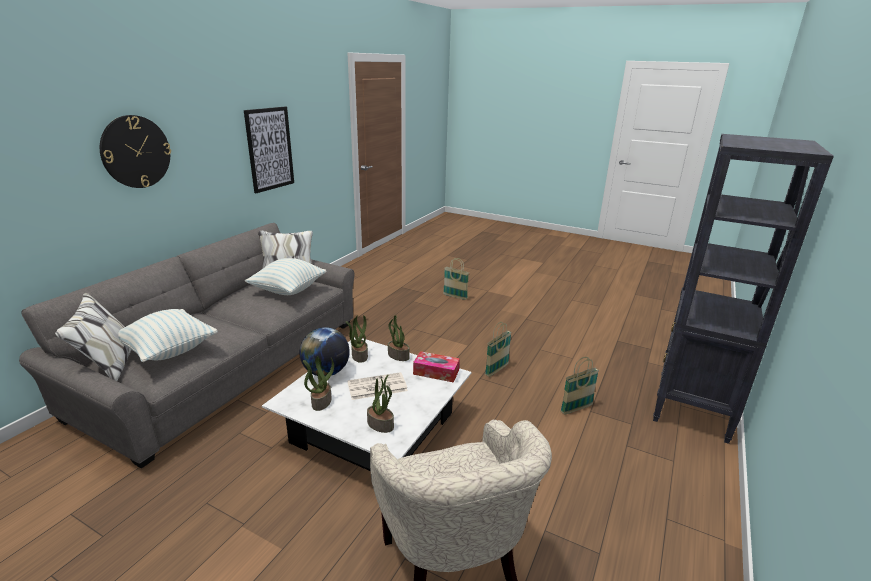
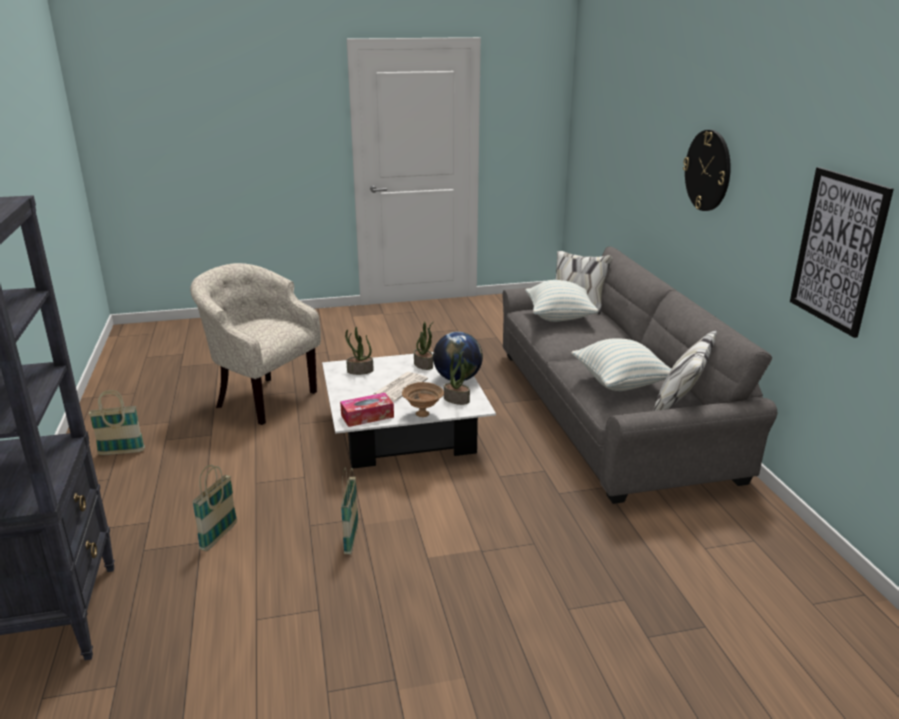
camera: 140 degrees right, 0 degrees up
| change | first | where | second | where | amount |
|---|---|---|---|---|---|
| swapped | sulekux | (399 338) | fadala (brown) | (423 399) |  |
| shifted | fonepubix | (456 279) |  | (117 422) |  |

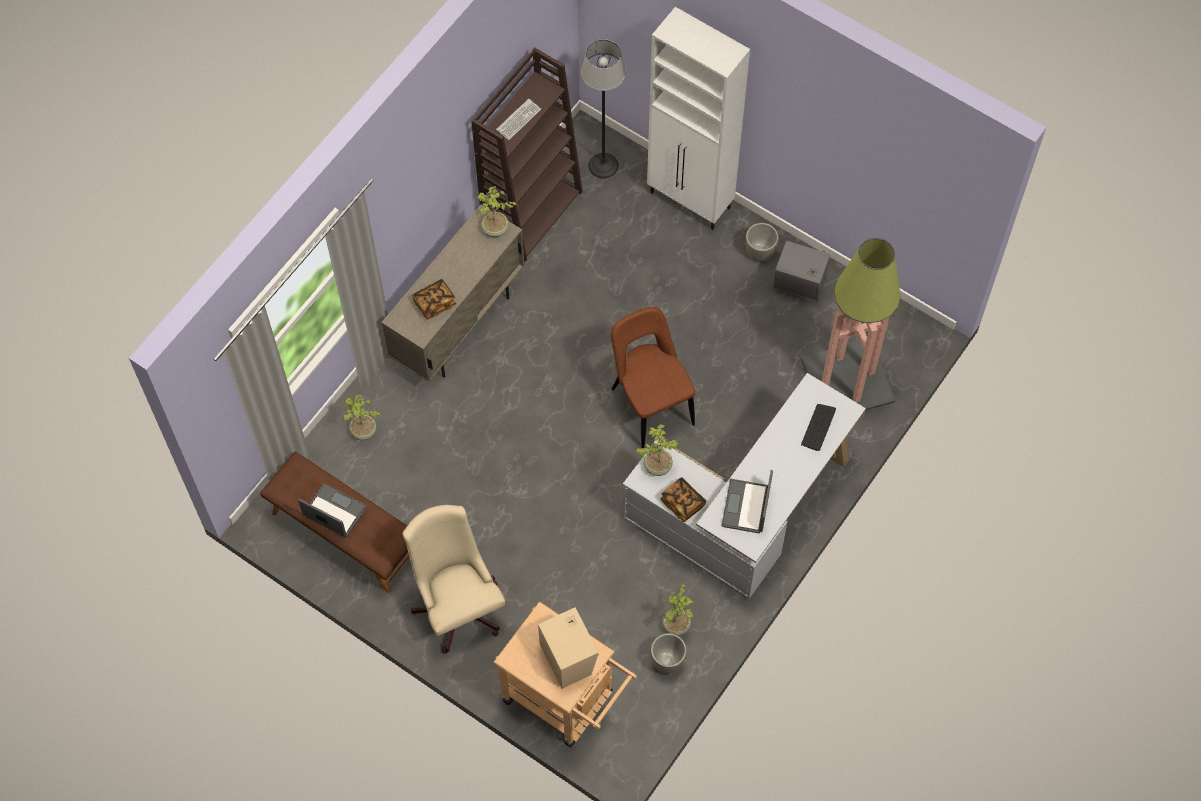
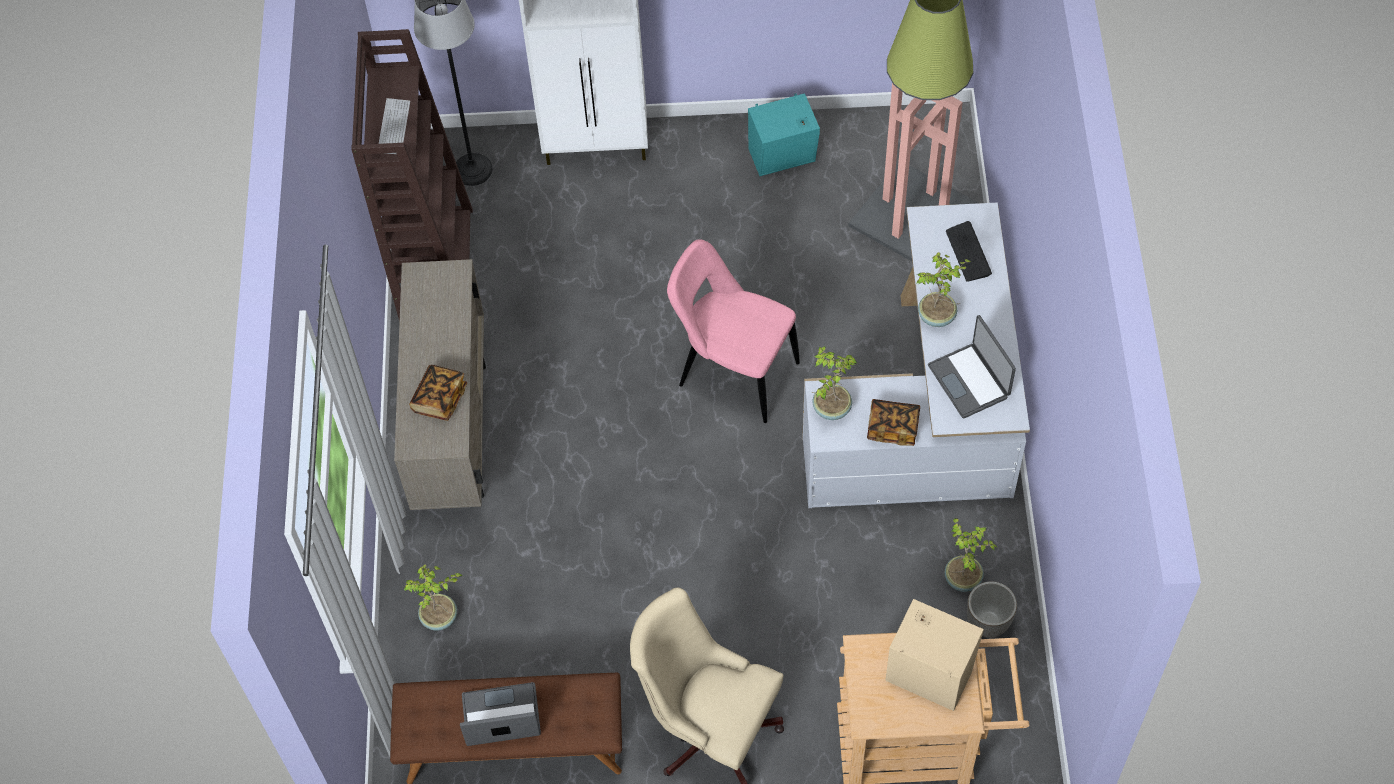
camera: 35 degrees left, 5 degrees down
| change | first | where | second | where | amount |
|---|---|---|---|---|---|
| shifted | sulekux | (496 211) |  | (944 289) |  |
| repainted | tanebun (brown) | (653 377) | tanebun (pink) | (733 331) |  |
| gone | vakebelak | (762 242) |  |  |  |
| repainted | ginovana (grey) | (802 271) | ginovana (turquoise) | (784 134) |  |

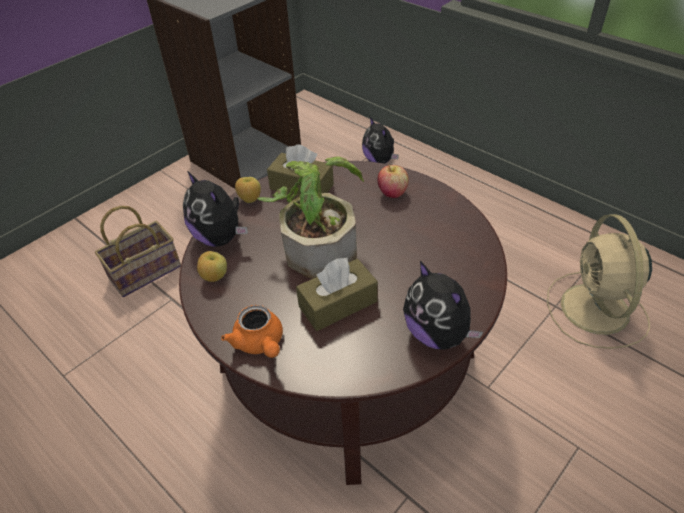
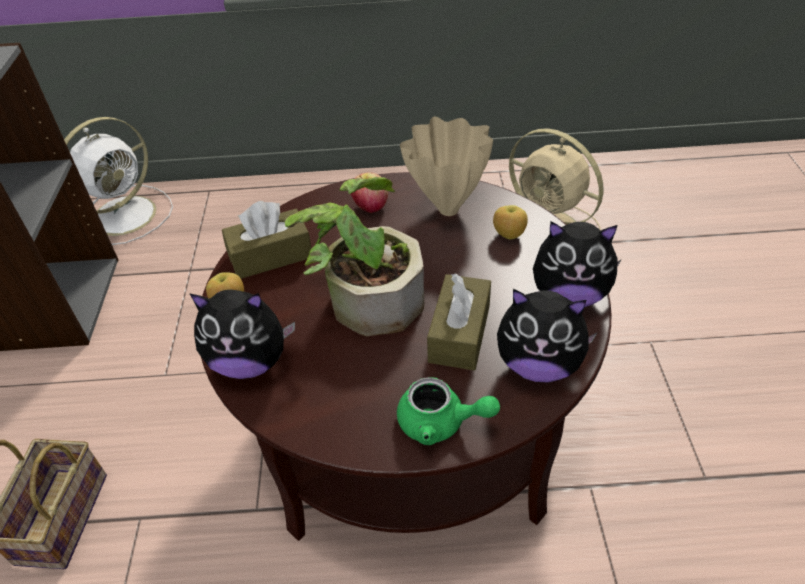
camera: 45 degrees left, 0 degrees up
| change | first | where | second | where | amount |
|---|---|---|---|---|---|
| shifted | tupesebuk | (212 266) |  | (510 222) |  |
| repainted | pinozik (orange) | (252 331) | pinozik (green) | (448 411) |  |
| shifted | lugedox | (380 140) |  | (547 336) |  |
| new |  |  | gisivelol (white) | (118 181) |  |
| new |  |  | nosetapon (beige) | (446 166) |  |

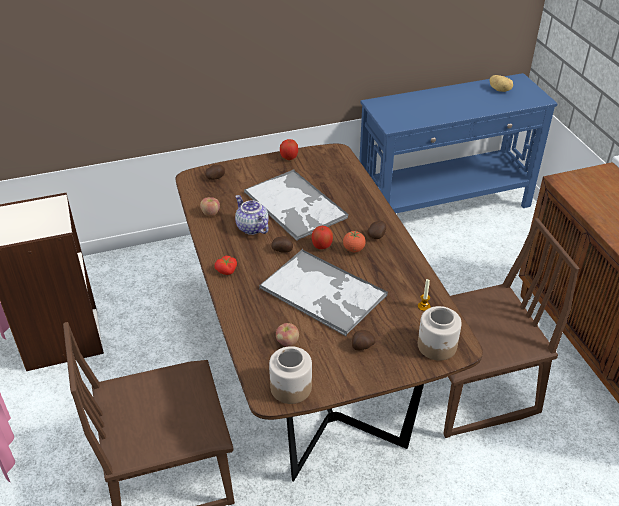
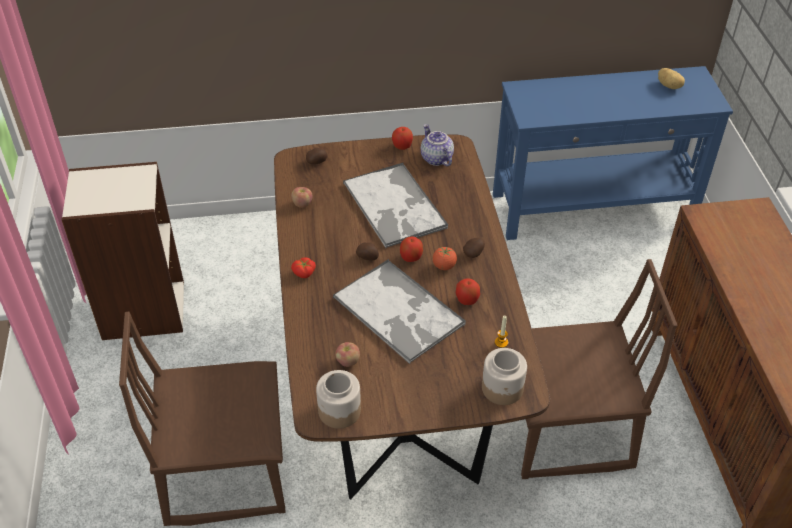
camera: 10 degrees right, 5 degrees up
| change | first | where | second | where | amount |
|---|---|---|---|---|---|
| shifted | pinozik | (252 215) |  | (437 145) |  |
| gone | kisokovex | (363 340) |  |  |  |
| new |  |  | tupesebuk | (468 291) |  |

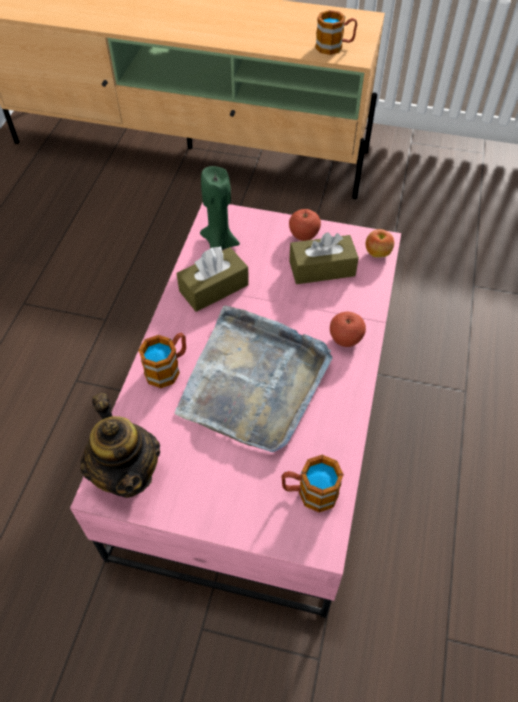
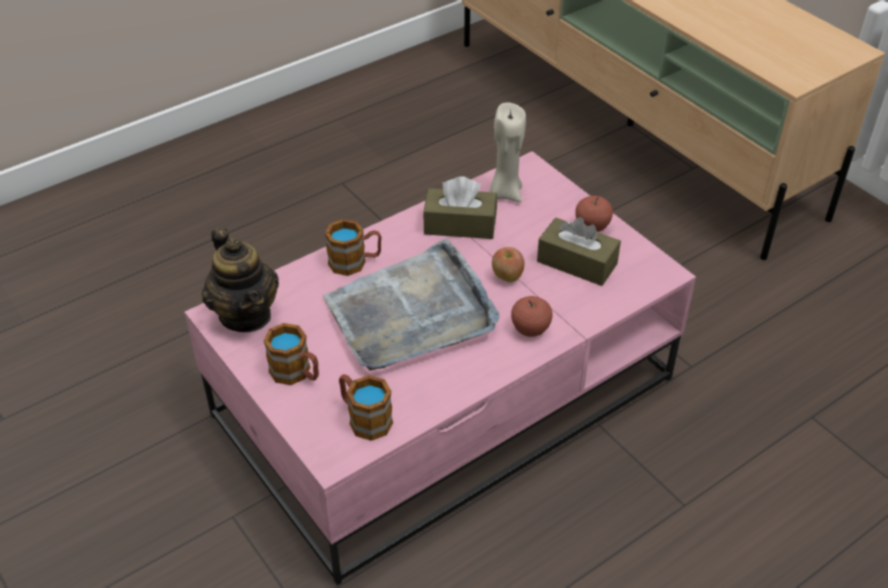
camera: 40 degrees right, 10 degrees down
| change | first | where | second | where | amount |
|---|---|---|---|---|---|
| rotated | pinozik | (120 445) |  | (240 279) | 45 degrees counterclockwise |
| repainted | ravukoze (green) | (220 208) | ravukoze (beige) | (507 152) |  |
| shifted | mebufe | (336 32) |  | (291 354) |  |
| shifted | tupesebuk | (380 243) |  | (508 265) |  |

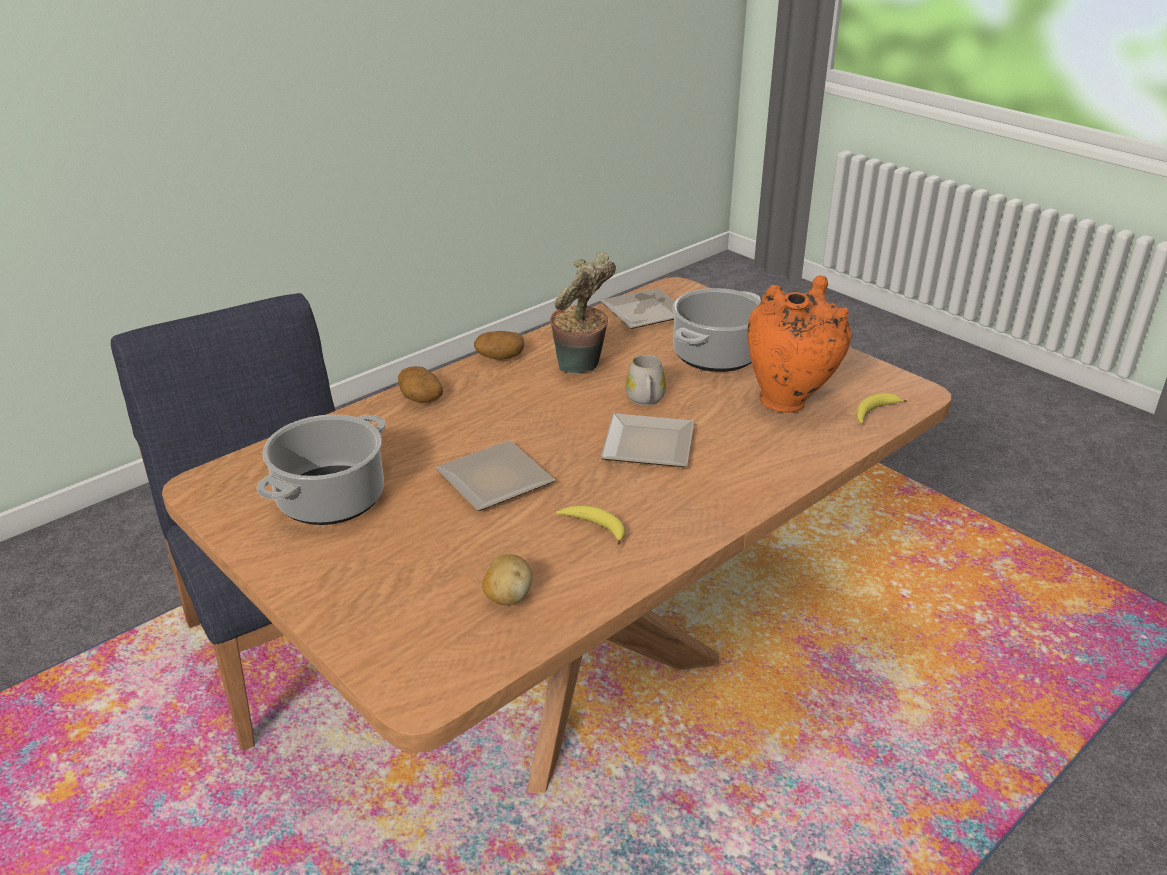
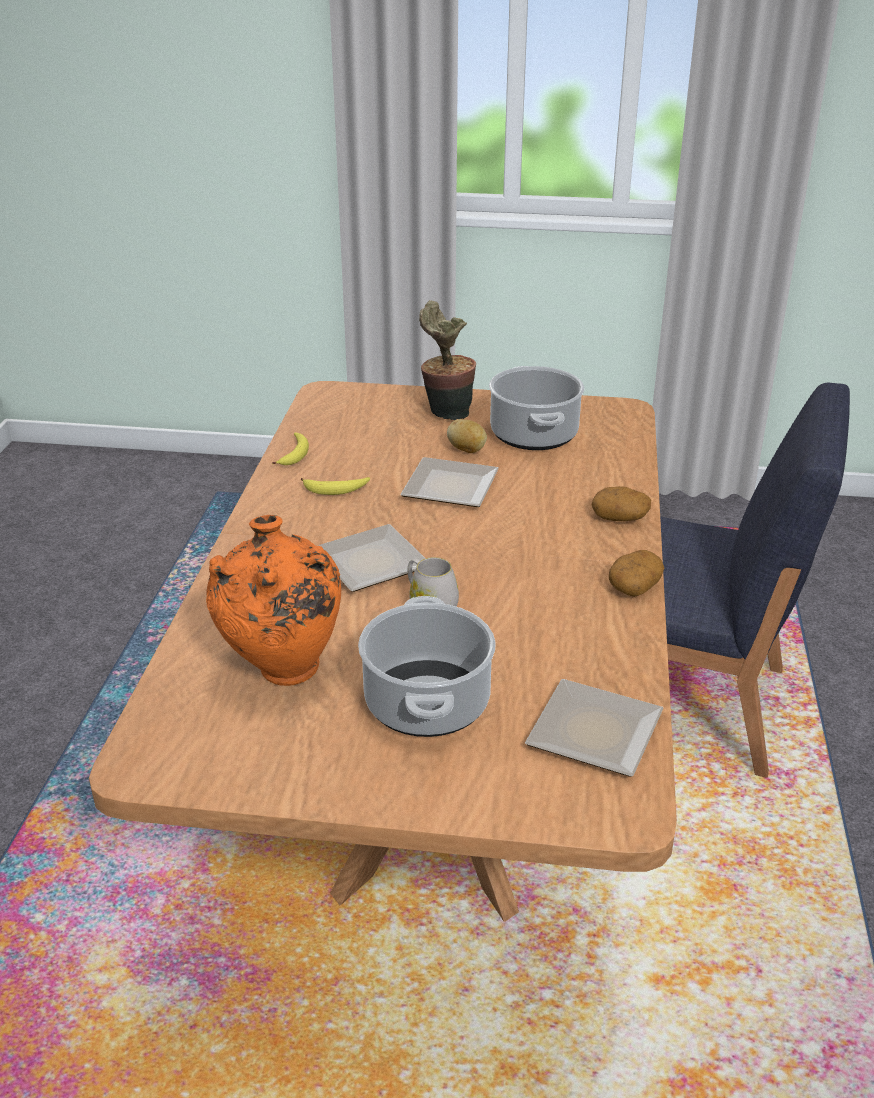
camera: 140 degrees right, 0 degrees up
| change | first | where | second | where | amount |
|---|---|---|---|---|---|
| shifted | kisokovex | (507 579) |  | (467 436) |  |
| shifted | sulekux | (583 312) |  | (447 360) |  |
| shifted | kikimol | (881 408) |  | (290 448) |  |

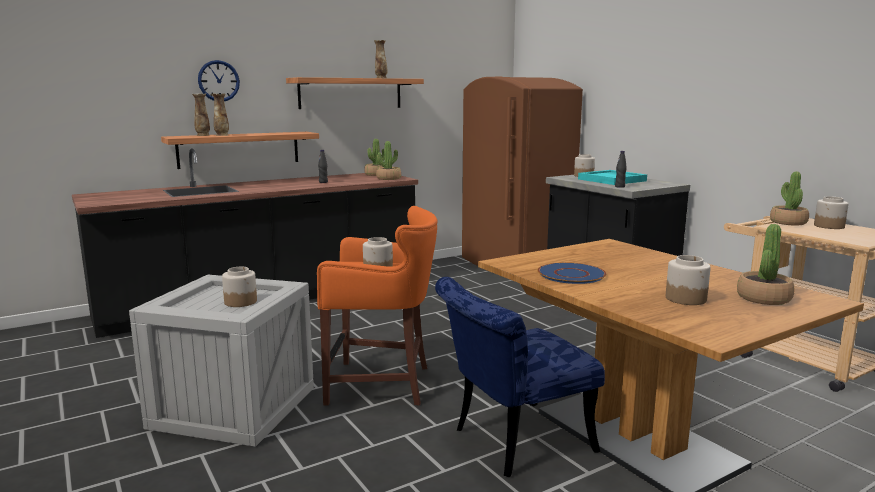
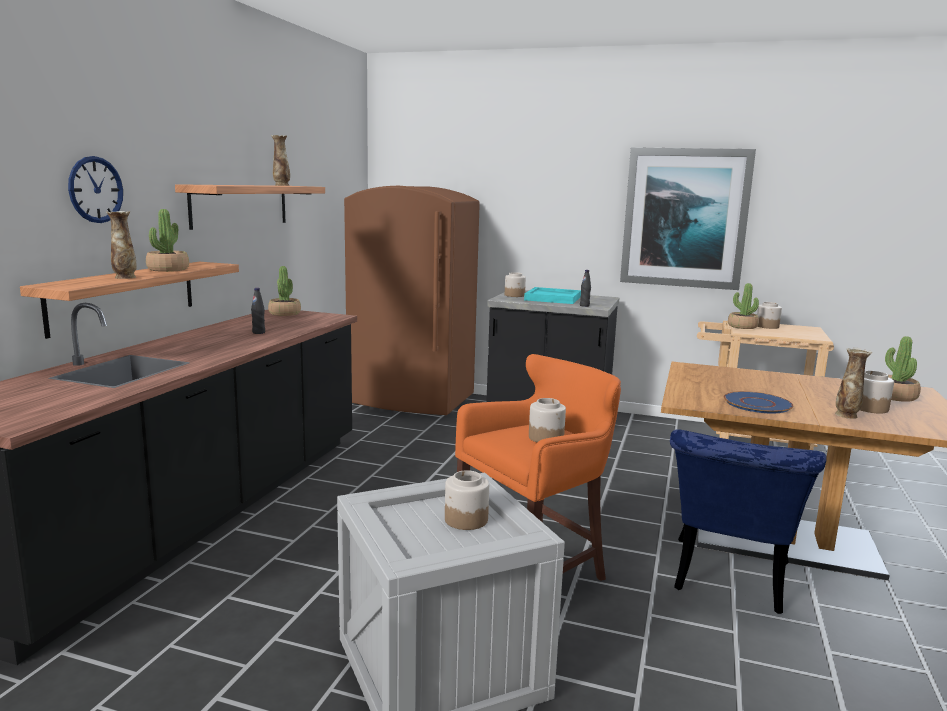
camera: 40 degrees left, 0 degrees up
| change | first | where | second | where | amount |
|---|---|---|---|---|---|
| shifted | nosetapon | (201 114) |  | (853 383) |  |
| shifted | sulekux | (388 160) |  | (167 240) |  |
| new |  |  | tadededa | (688 218) |  |

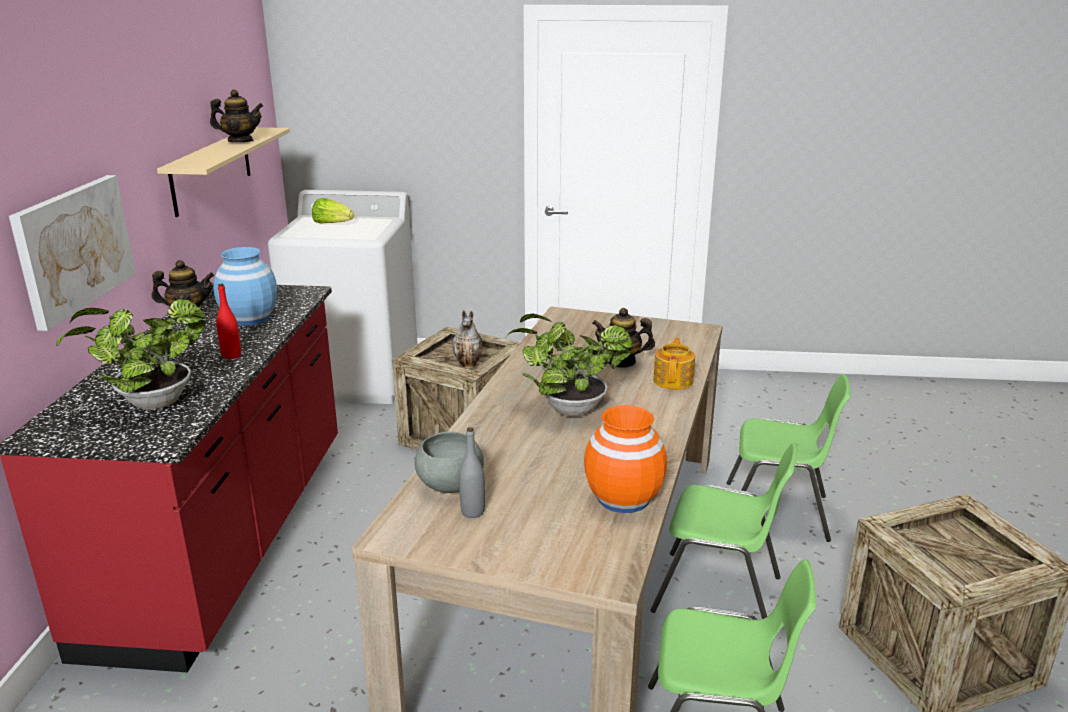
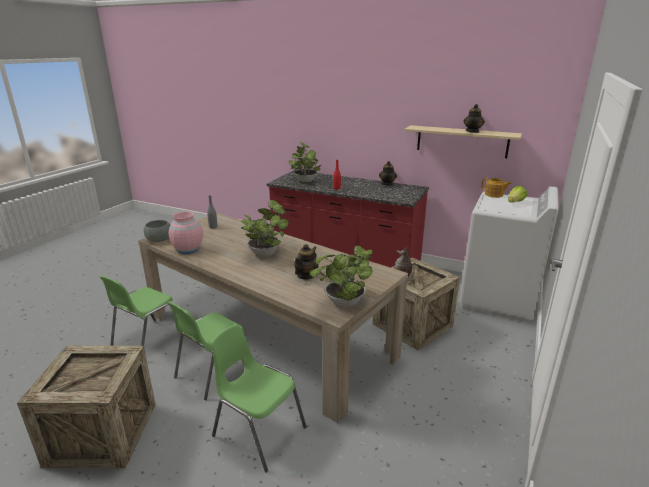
camera: 110 degrees right, 0 degrees up
| change | first | where | second | where | amount |
|---|---|---|---|---|---|
| gone | tadededa | (72 253) |  |  |  |
| gone | nosetapon (blue) | (245 286) |  |  |  |
| shifted | fadala (grey) | (449 462) |  | (157 231) |  |
| repainted | nosetapon (orange) | (625 459) | nosetapon (pink) | (186 232) |  |
| shifted | pinozik | (674 364) |  | (496 188) |  |
| rotated | tanebun (green) | (788 458) |  | (258 398) | 90 degrees clockwise |
| new |  |  | sulekux | (341 277) |  |

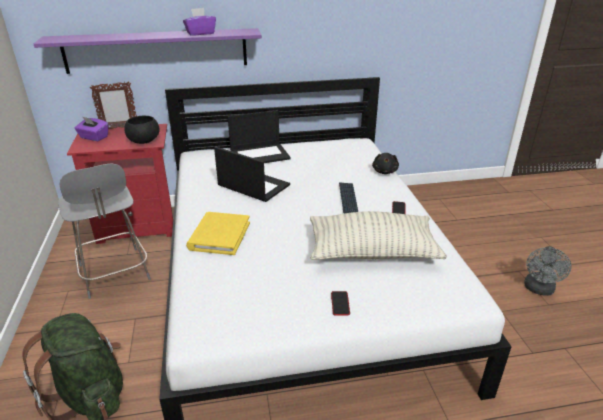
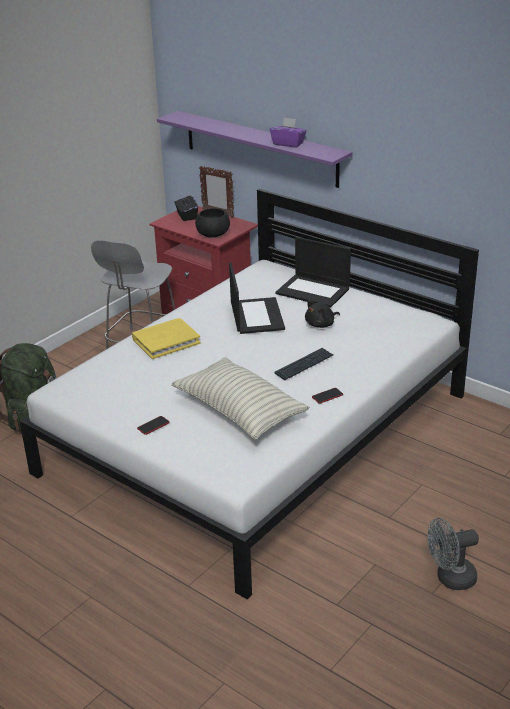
camera: 50 degrees right, 0 degrees up
| change | first | where | second | where | amount |
|---|---|---|---|---|---|
| repainted | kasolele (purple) | (91 129) | kasolele (black) | (186 207) |  |
| shifted | lugedox (black) | (385 163) |  | (322 314) |  |

